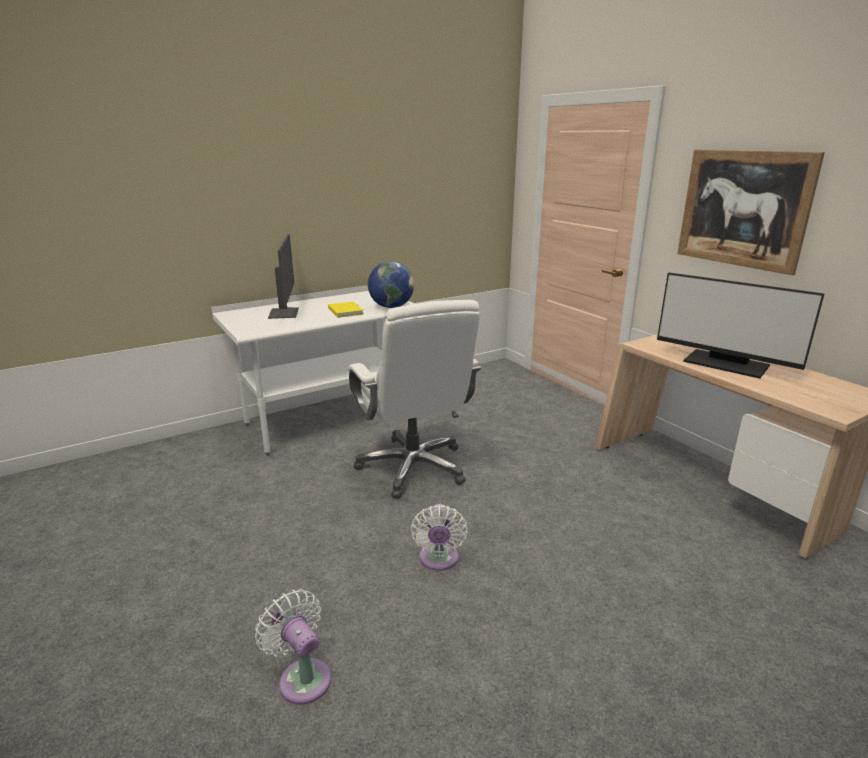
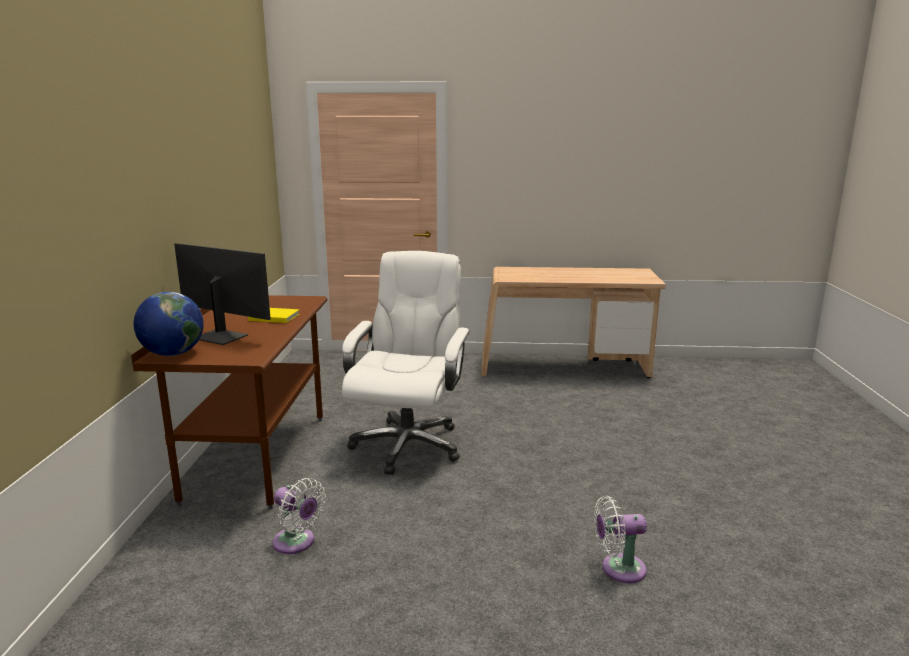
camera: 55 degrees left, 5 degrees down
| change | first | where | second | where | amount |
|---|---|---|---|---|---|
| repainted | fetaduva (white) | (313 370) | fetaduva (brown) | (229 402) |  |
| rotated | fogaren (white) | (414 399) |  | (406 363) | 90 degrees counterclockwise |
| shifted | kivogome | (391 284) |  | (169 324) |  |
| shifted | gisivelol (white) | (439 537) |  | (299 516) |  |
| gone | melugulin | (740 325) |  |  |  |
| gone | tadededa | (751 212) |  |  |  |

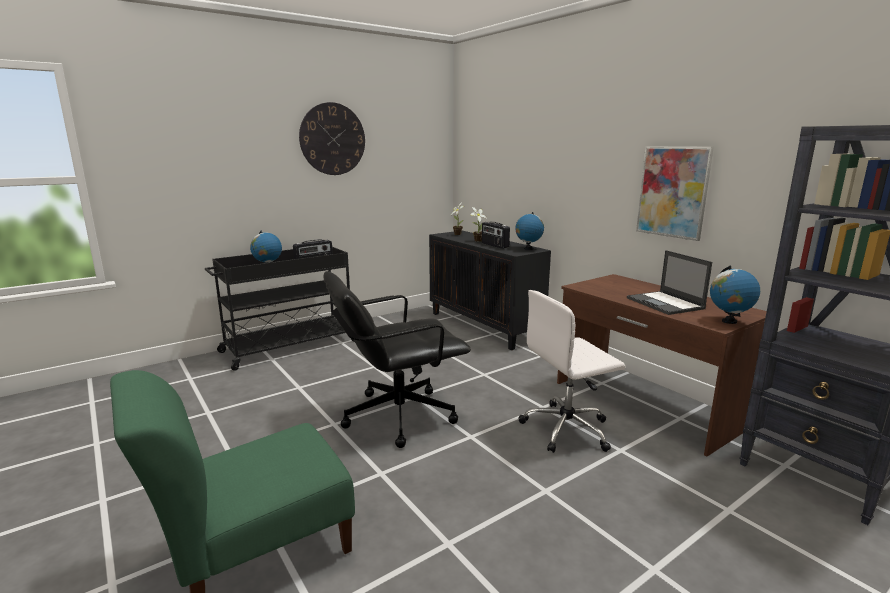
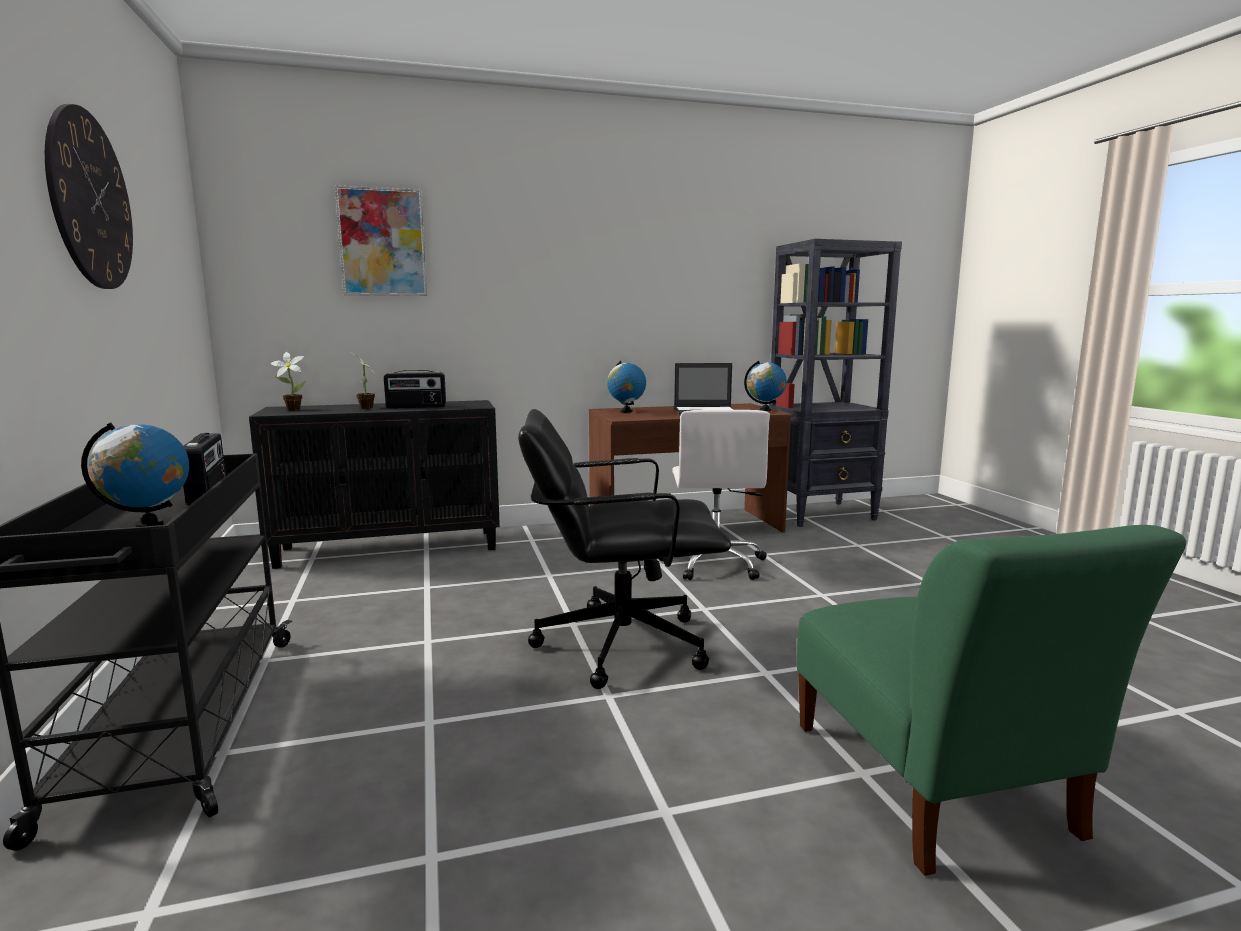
camera: 70 degrees left, 5 degrees down
| change | first | where | second | where | amount |
|---|---|---|---|---|---|
| rotated | fogaren (black) | (397 359) |  | (624 549) | 90 degrees clockwise |
| shifted | kivogome | (529 231) |  | (626 386) |  |
| shifted | tadededa | (675 193) |  | (381 240) |  |

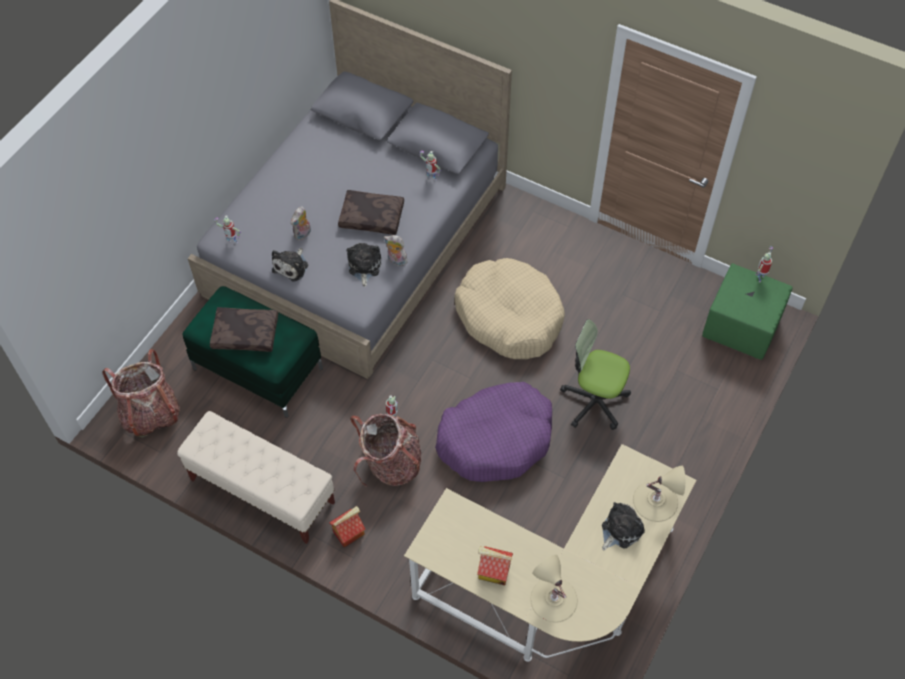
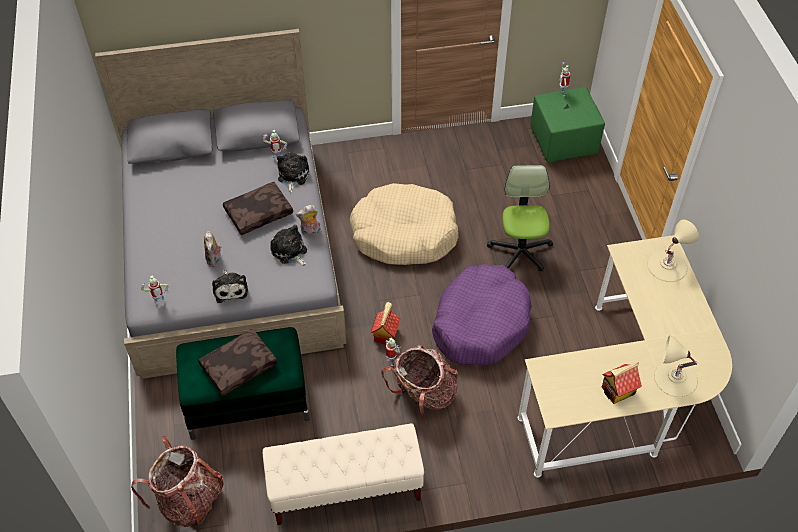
camera: 40 degrees left, 5 degrees down
| change | first | where | second | where | amount |
|---|---|---|---|---|---|
| shifted | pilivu | (347 527) |  | (385 323) |  |
| rotated | fogaren | (595 374) |  | (520 218) | 105 degrees clockwise |
| shifted | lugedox | (623 526) |  | (293 173) |  |

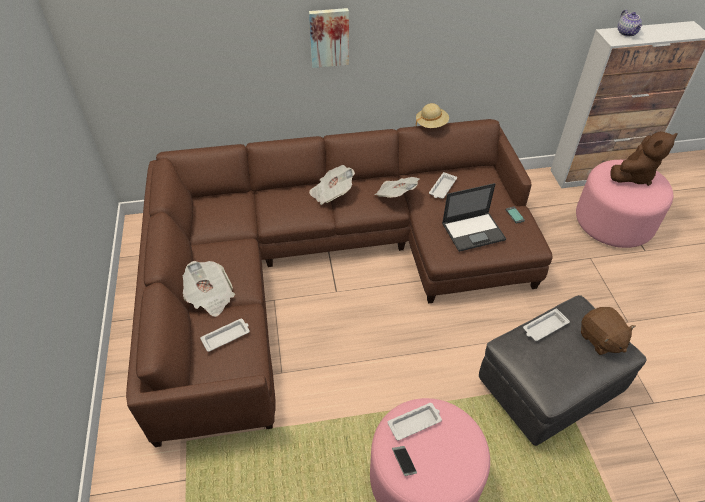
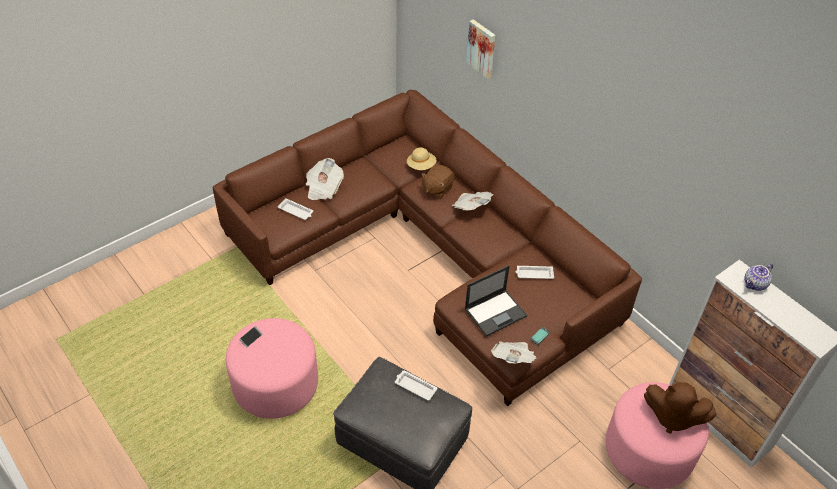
camera: 60 degrees right, 0 degrees up
| change | first | where | second | where | amount |
|---|---|---|---|---|---|
| shifted | tadededa | (329 38) |  | (480 49) |  |
| shifted | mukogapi | (397 187) |  | (514 352) |  |
| gone | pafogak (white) | (414 422) |  |  |  |
| shifted | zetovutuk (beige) | (432 115) |  | (421 158) |  |
| rotated | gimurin | (474 217) |  | (496 301) | 75 degrees counterclockwise |
| shifted | lugedox (brown) | (608 331) |  | (438 182) |  |

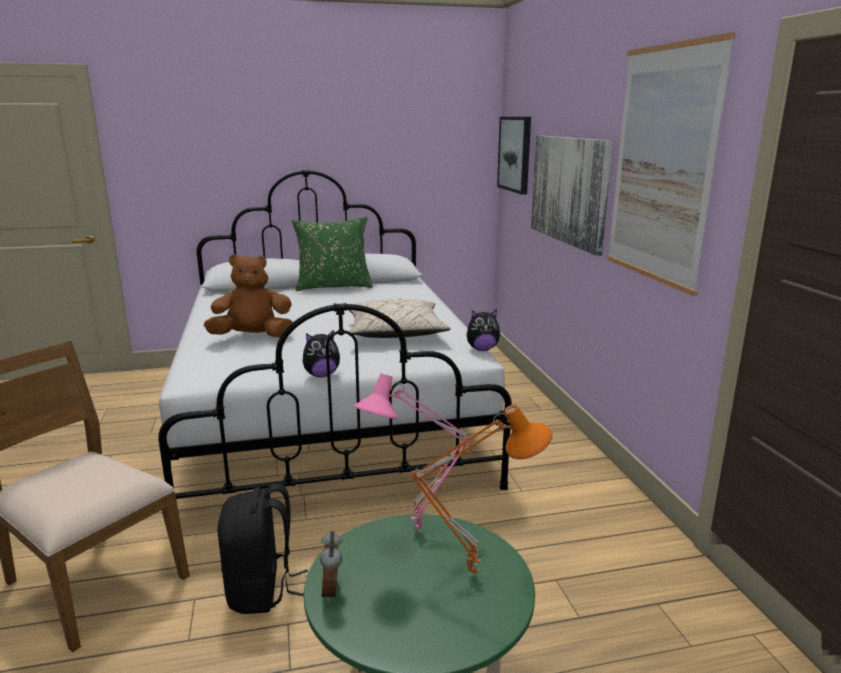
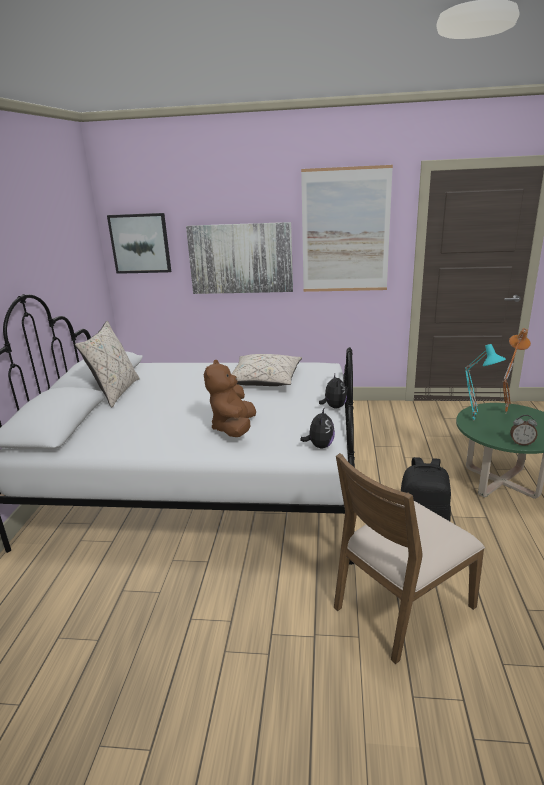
camera: 70 degrees left, 5 degrees up
| change | first | where | second | where | amount |
|---|---|---|---|---|---|
| repainted | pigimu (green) | (332 253) | pigimu (beige) | (107 364) |  |
| repainted | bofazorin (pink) | (413 453) | bofazorin (turquoise) | (485 383) |  |
| shifted | lugedox | (483 330) |  | (317 428) |  |

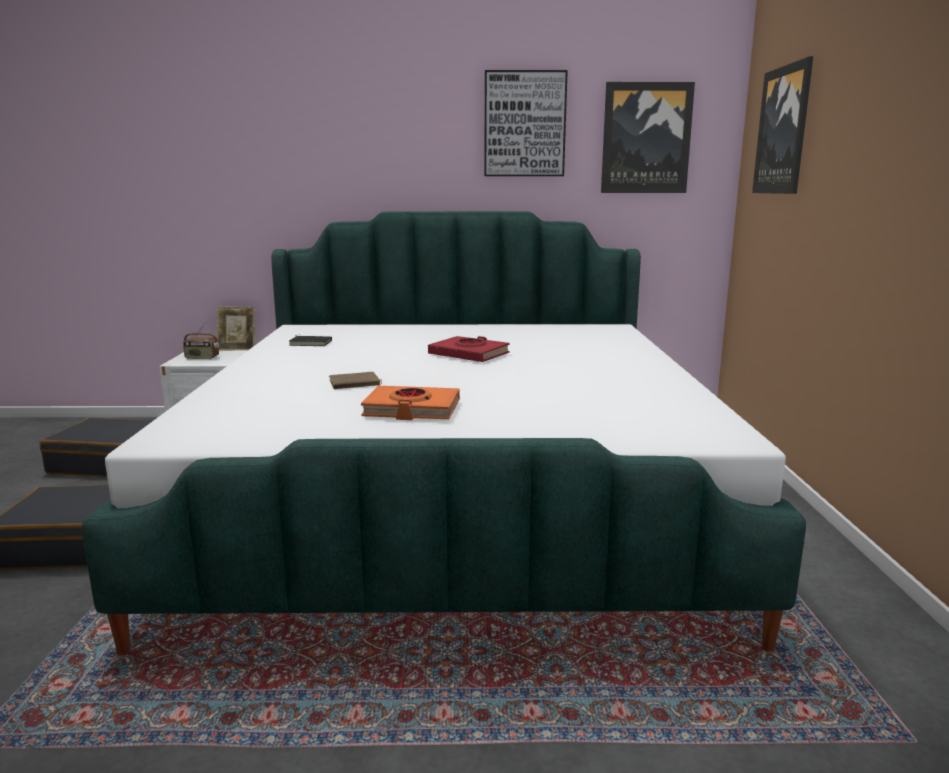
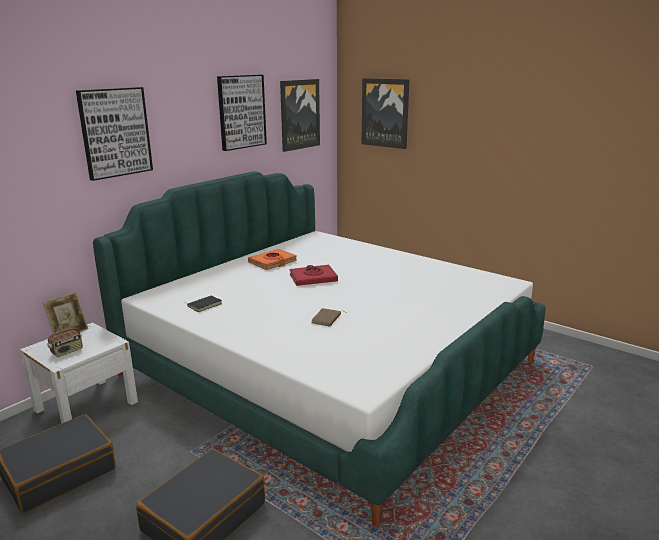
camera: 50 degrees left, 5 degrees up
| change | first | where | second | where | amount |
|---|---|---|---|---|---|
| shifted | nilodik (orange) | (410 403) |  | (272 259) |  |
| new |  |  | tadededa | (114 134) |  |

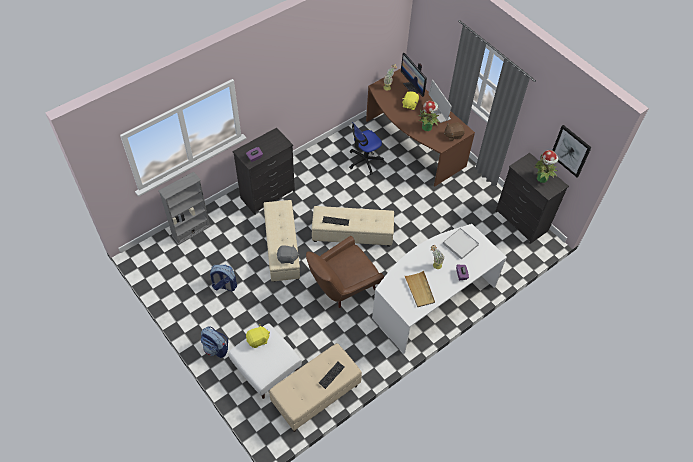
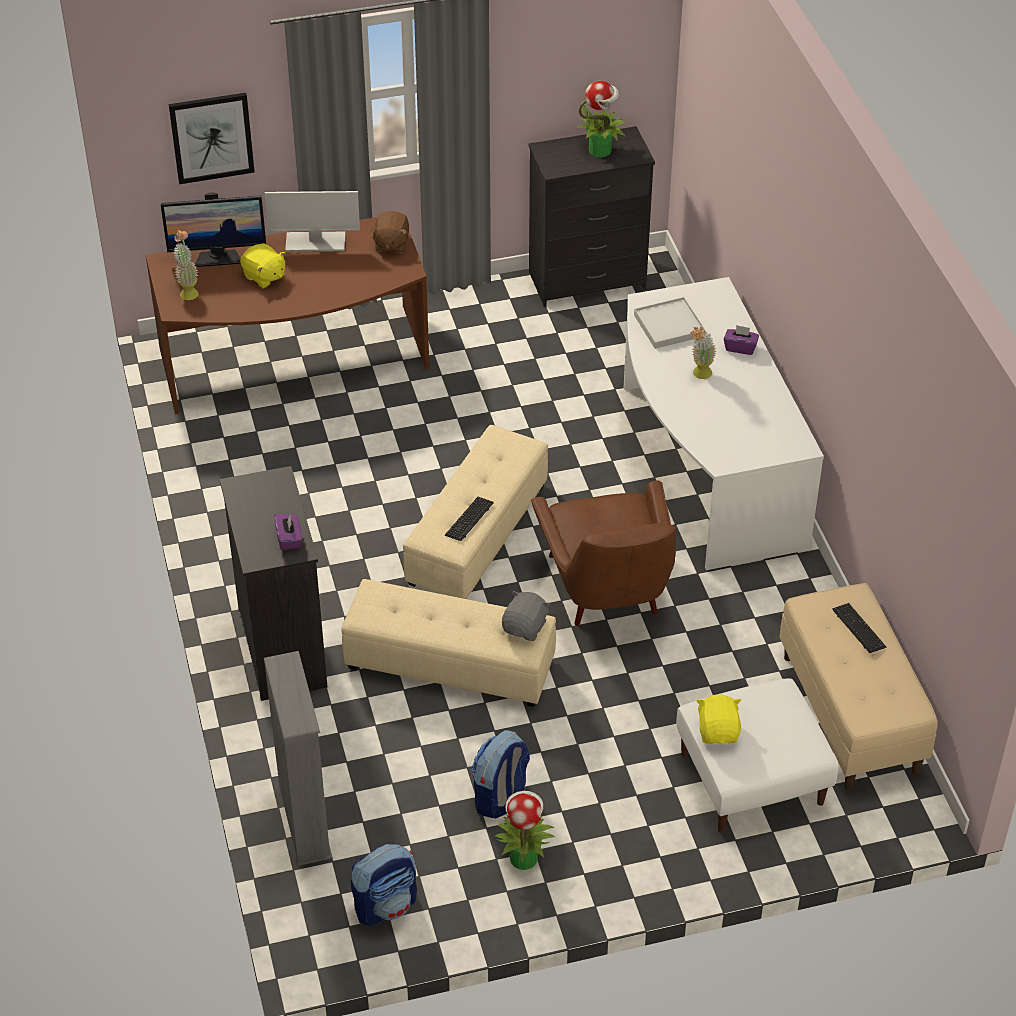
camera: 65 degrees left, 10 degrees down
| change | first | where | second | where | amount |
|---|---|---|---|---|---|
| shifted | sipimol | (214 342) |  | (384 885) |  |
| gone | fogaren | (366 148) |  |  |  |
| gone | pafogak (beige) | (419 288) |  |  |  |
| shifted | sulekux | (429 116) |  | (525 830) |  |
| shifted | tadededa | (572 151) |  | (212 138) |  |

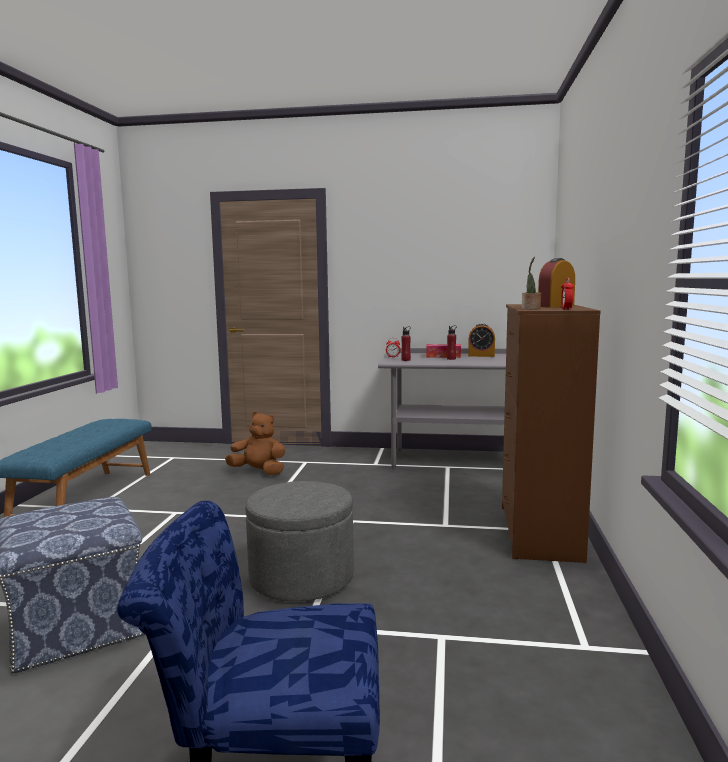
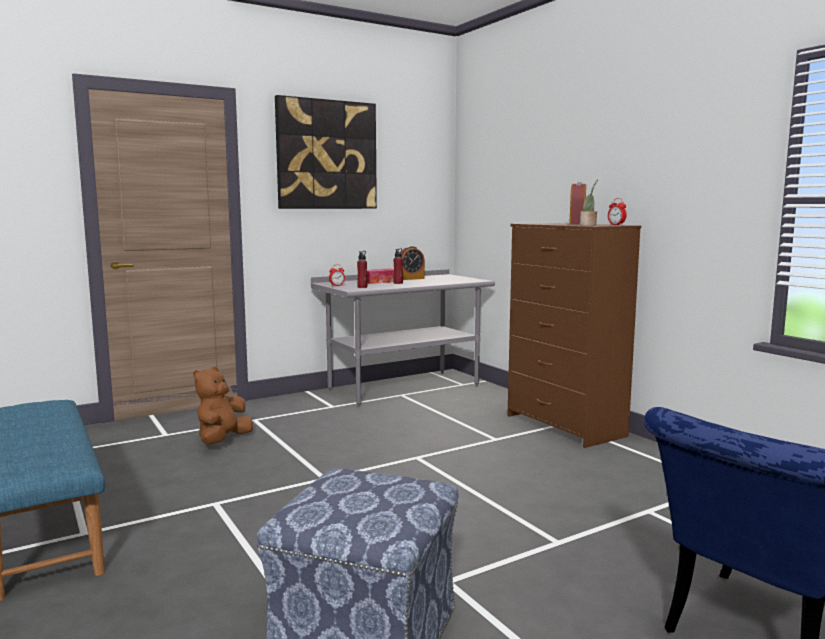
camera: 40 degrees left, 0 degrees up
| change | first | where | second | where | amount |
|---|---|---|---|---|---|
| rotated | lugedox (brown) | (255 443) |  | (223 405) | 45 degrees counterclockwise |
| gone | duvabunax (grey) | (299 541) |  |  |  |
| new |  |  | tadededa | (326 152) |  |

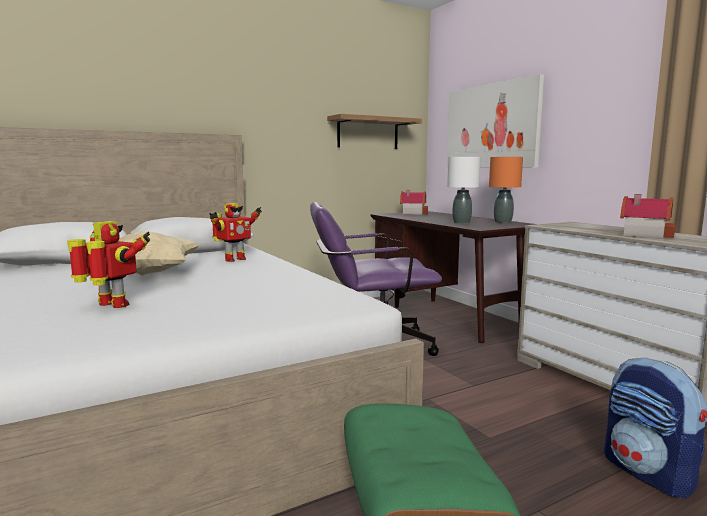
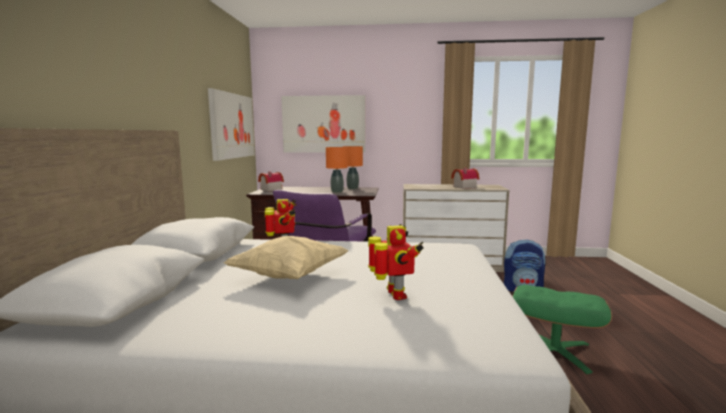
camera: 55 degrees left, 0 degrees up
| change | first | where | second | where | amount |
|---|---|---|---|---|---|
| rotated | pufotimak | (108 264) |  | (396 262) | 105 degrees clockwise |
| swapped | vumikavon | (374 131) | tadededa | (231 124) |  |
| repainted | bofazorin (white) | (464 190) | bofazorin (orange) | (337 170) |  |

